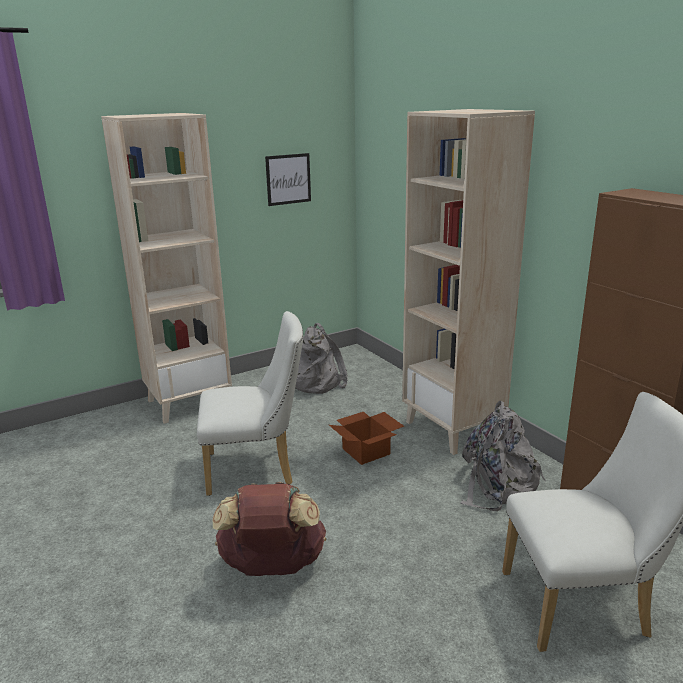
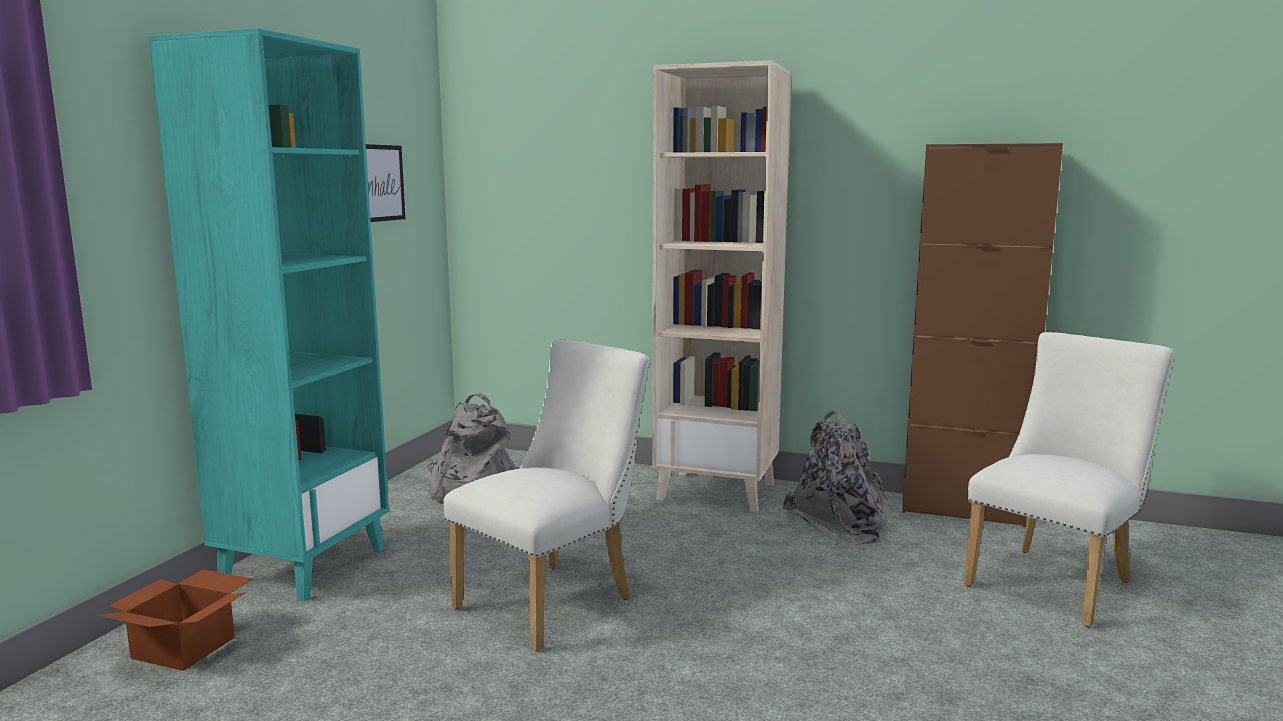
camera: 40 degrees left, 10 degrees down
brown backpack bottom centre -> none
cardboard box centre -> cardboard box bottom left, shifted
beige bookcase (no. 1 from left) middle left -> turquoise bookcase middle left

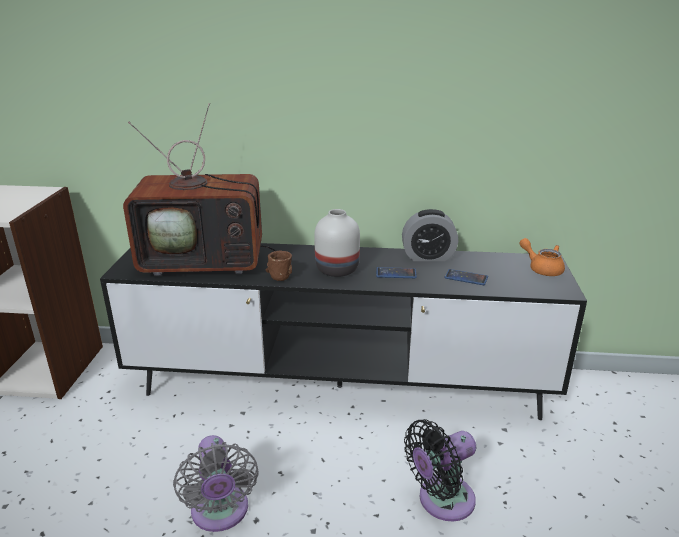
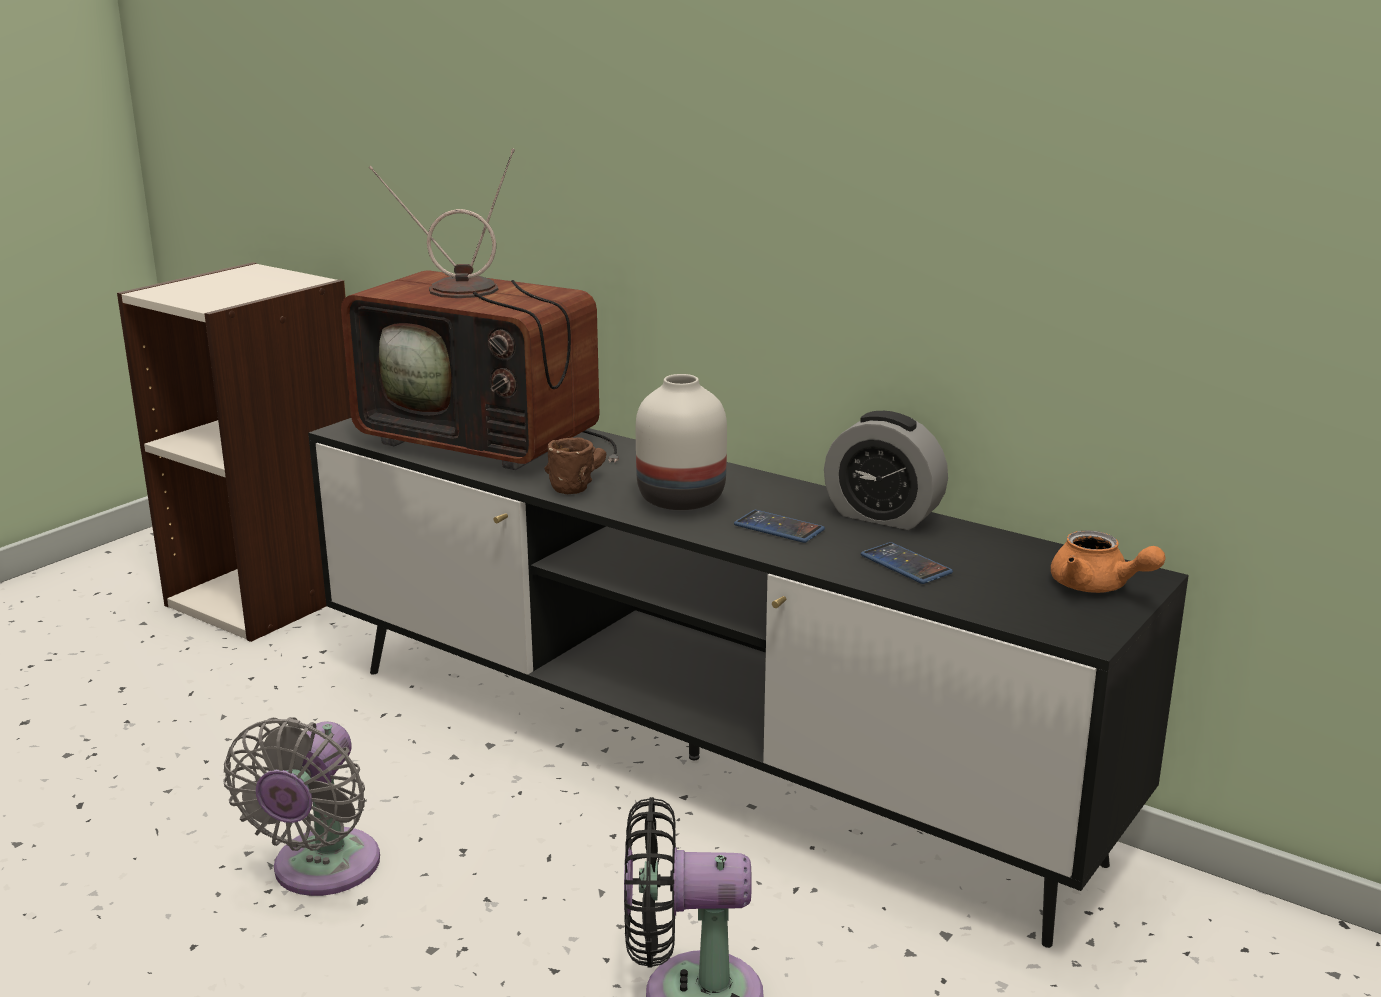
camera: 30 degrees right, 5 degrees down
orange teapot middle right, 150 degrees clockwise

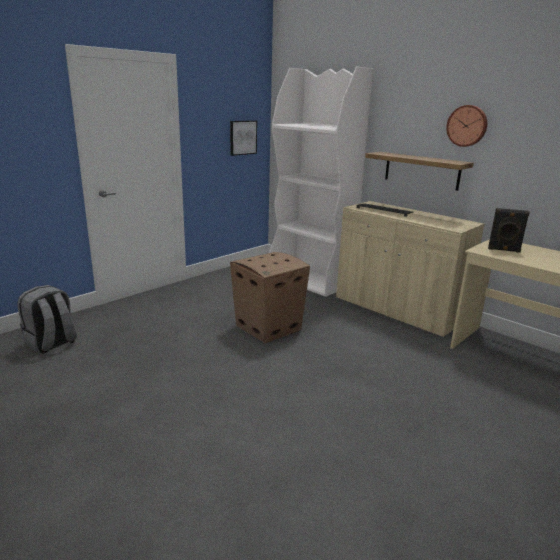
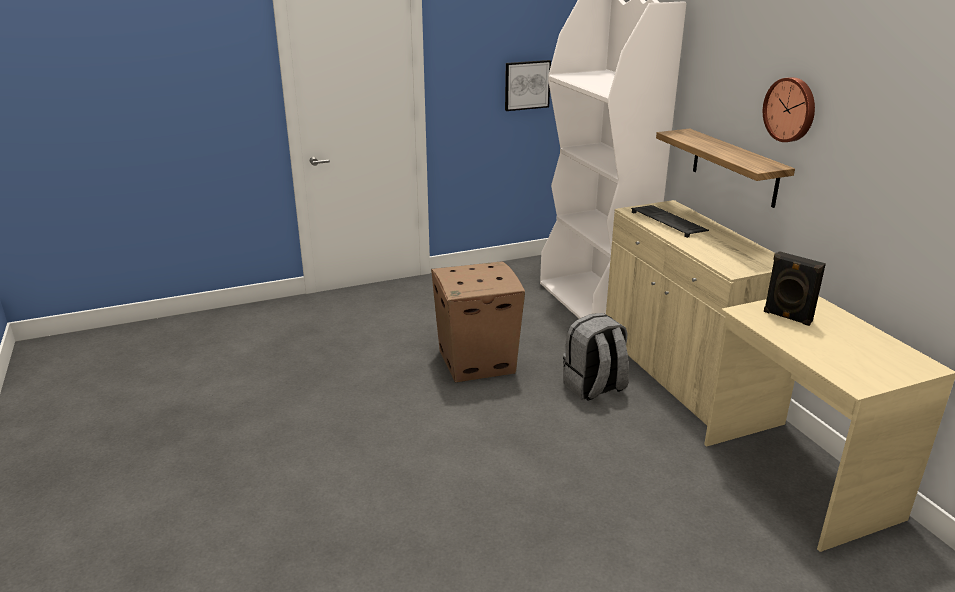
camera: 25 degrees right, 5 degrees up
grey backpack middle left -> grey backpack centre, shifted

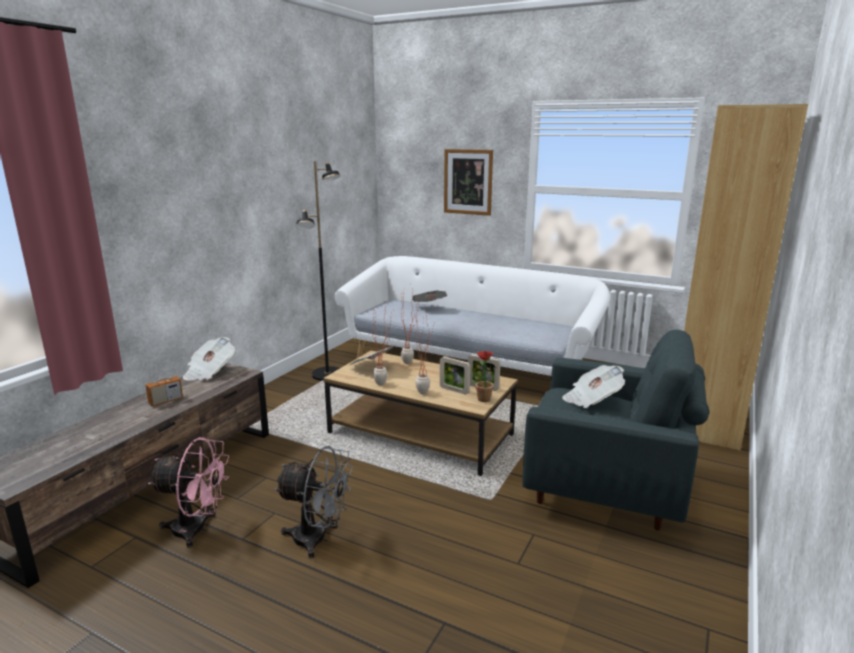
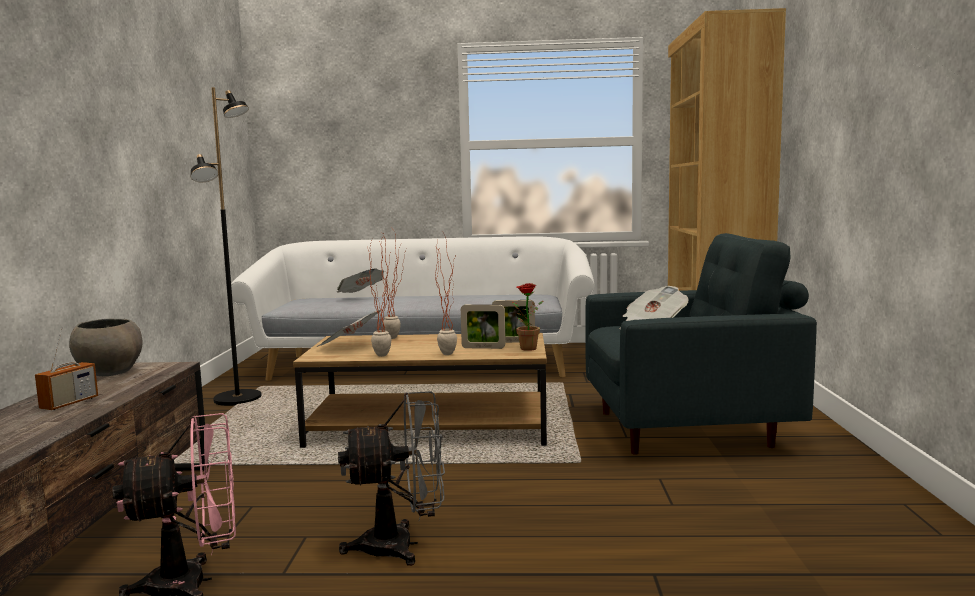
camera: 25 degrees left, 10 degrees down
picture top centre -> none
newspaper (no. 1 from left) middle left -> grey bowl middle left

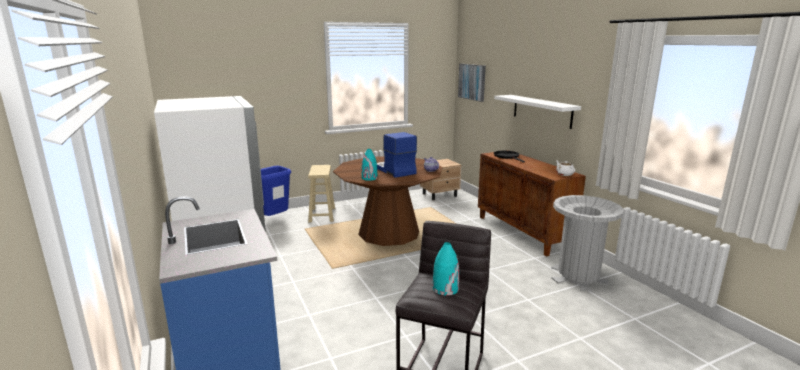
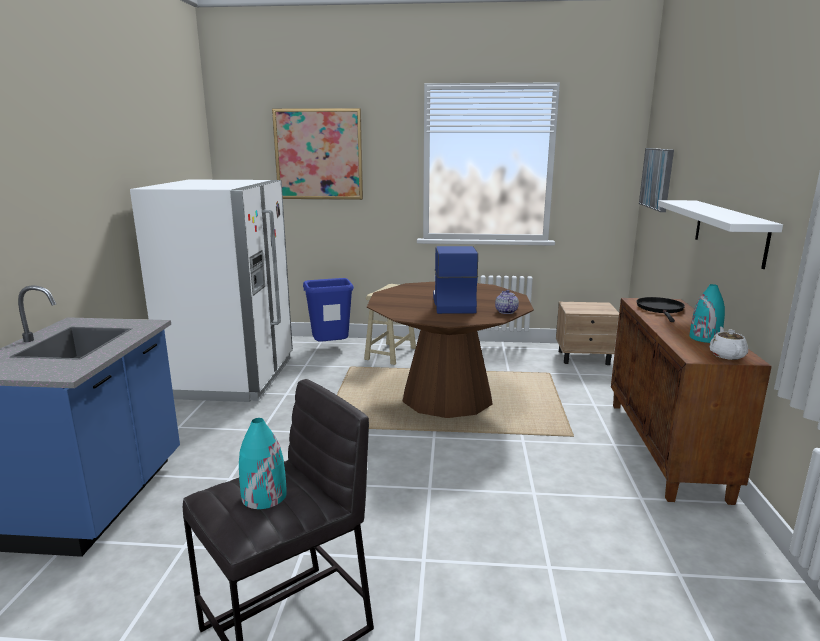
camera: 30 degrees right, 0 degrees up
grey trash can middle right -> none
none -> picture (no. 1 from left) top centre
turquoise vase (no. 1 from left in the first image) centre -> turquoise vase (no. 2 from left) middle right, shifted

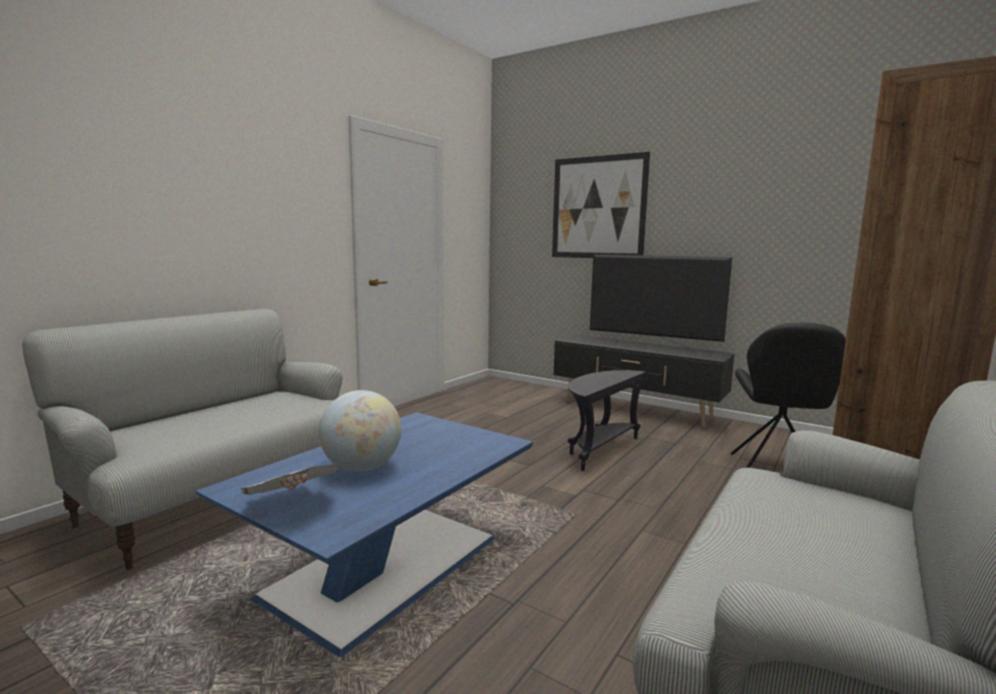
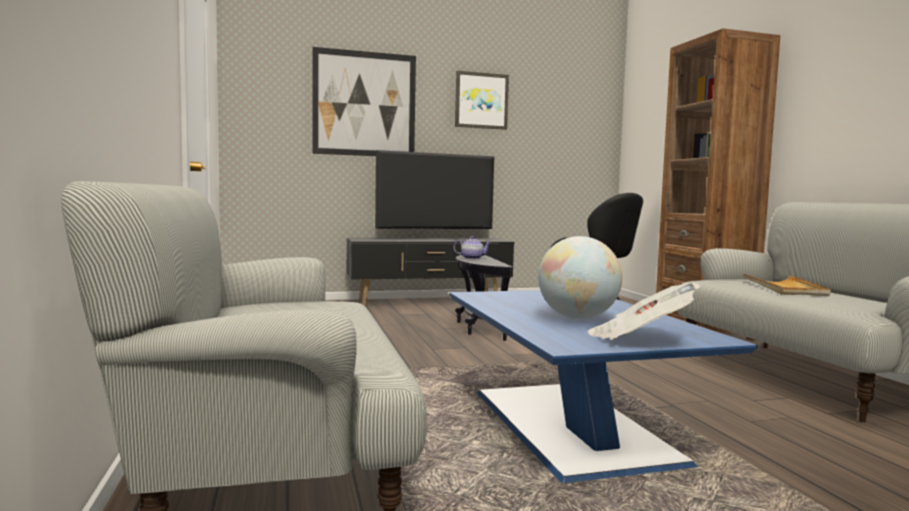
camera: 50 degrees left, 5 degrees down
none -> teapot centre
none -> picture (no. 2 from left) top centre
none -> beige tray middle right

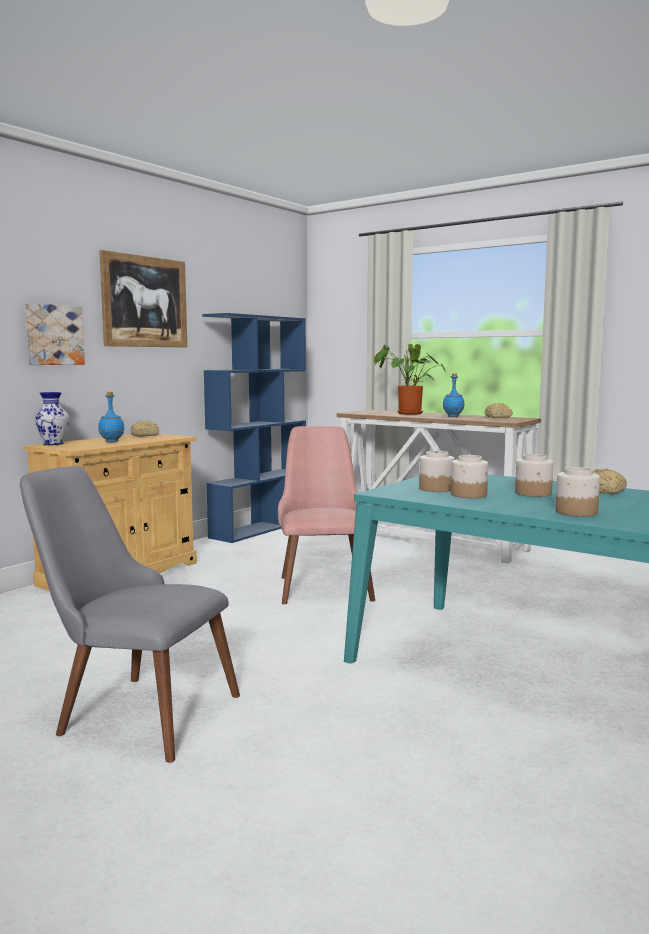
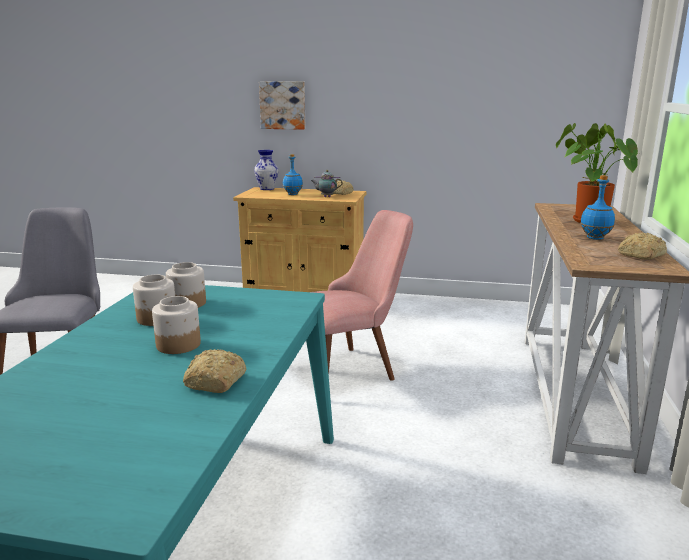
camera: 65 degrees right, 10 degrees up
picture (no. 2 from left) top left -> none
blue bookcase centre -> none
jar (no. 4 from left) middle right -> none
none -> teapot top centre

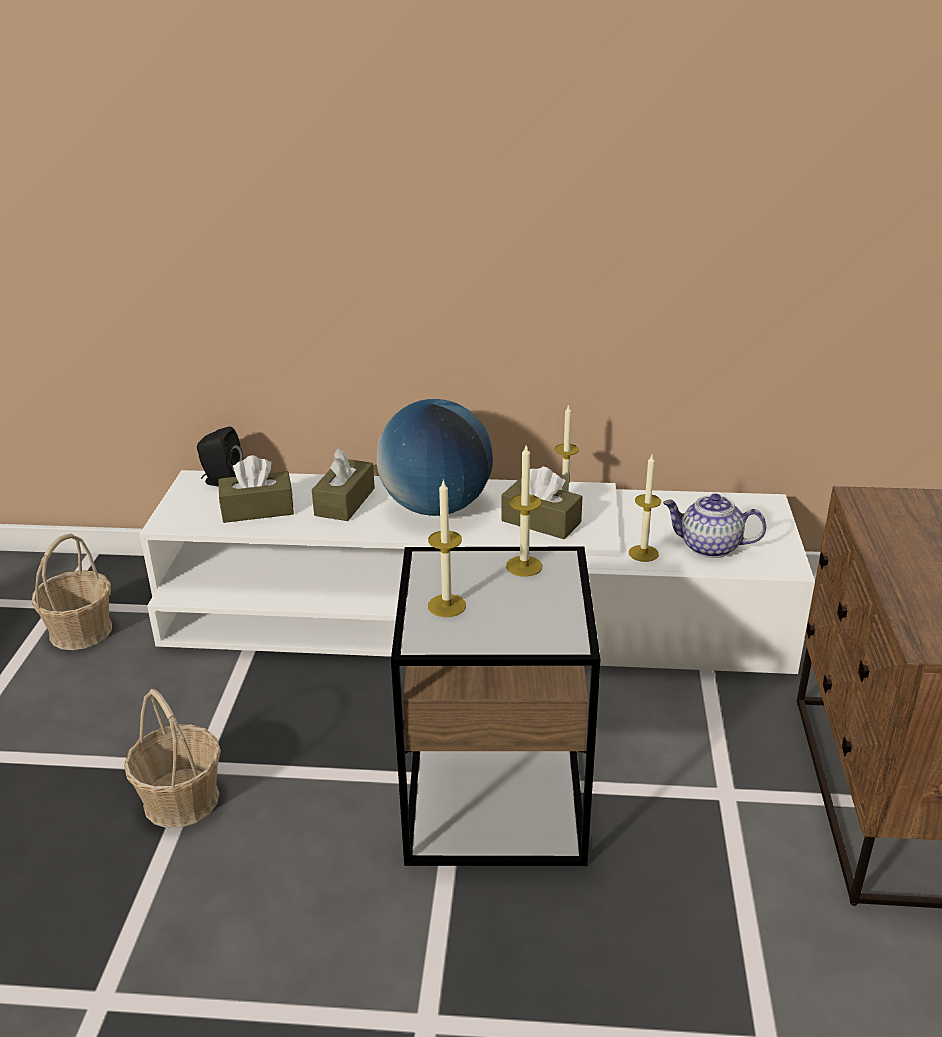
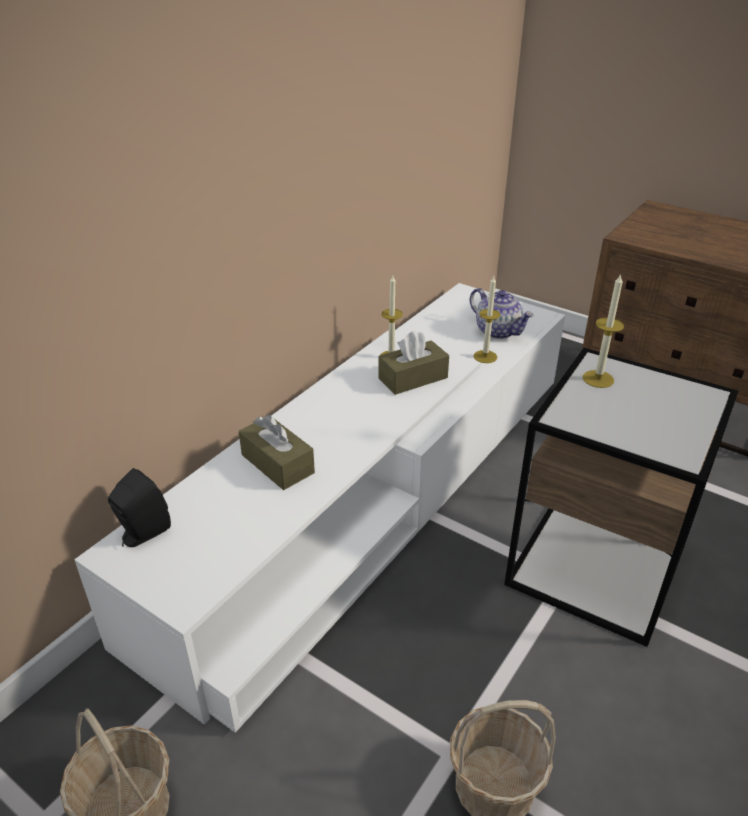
camera: 60 degrees left, 5 degrees up
brown tissue box (no. 1 from left) middle left -> none
globe centre -> none
candle (no. 1 from left) centre -> none
teapot middle right, 90 degrees counterclockwise

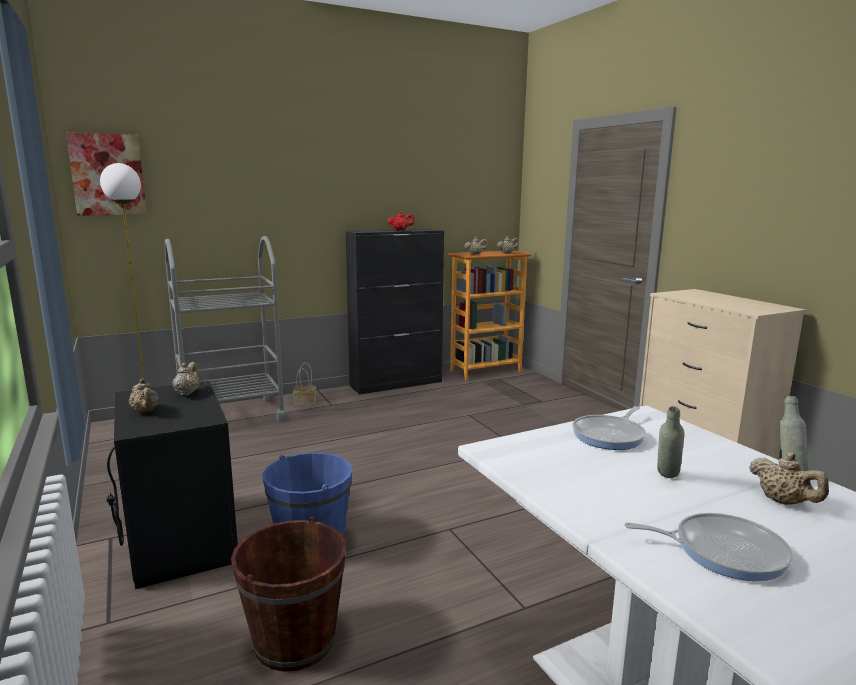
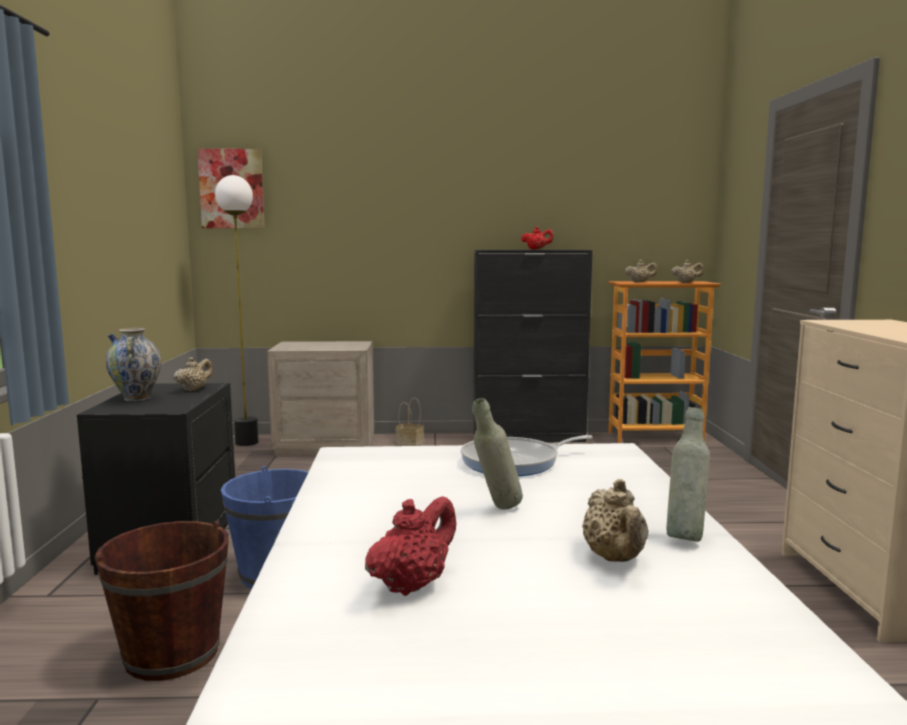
camera: 25 degrees right, 5 degrees down
beige teapot (no. 1 from left) middle left -> vase middle left
grey cart middle left -> beige nightstand centre
frying pan (no. 2 from left) bottom right -> red teapot (no. 1 from left) bottom centre

